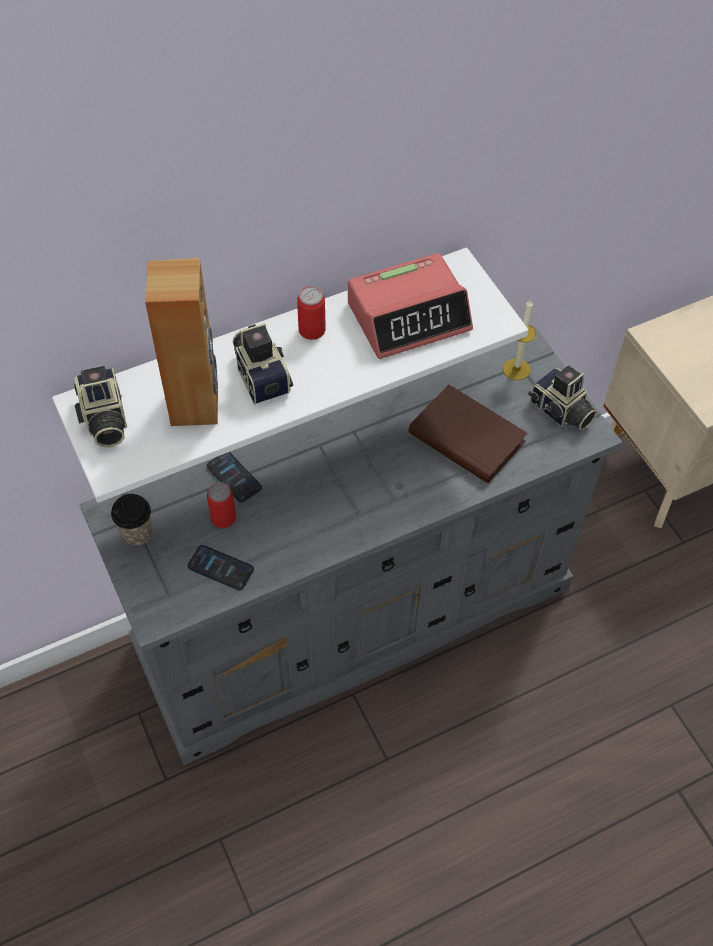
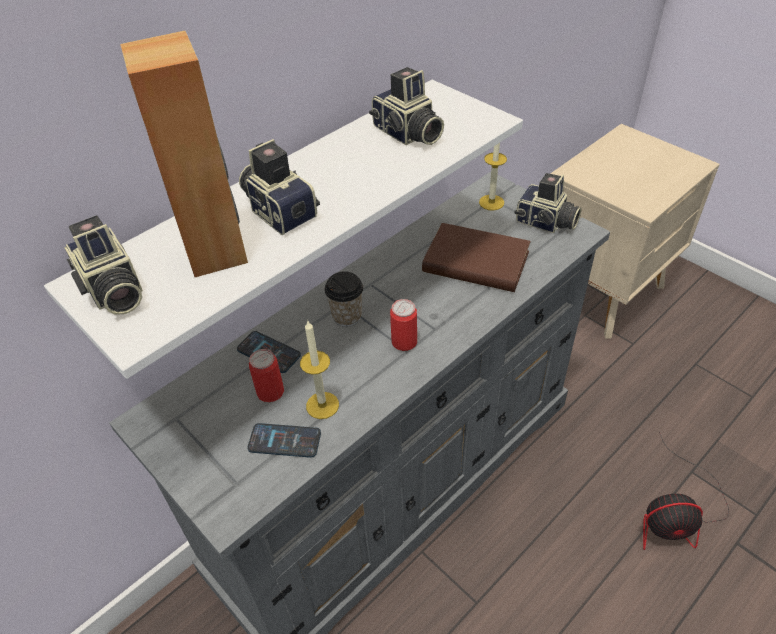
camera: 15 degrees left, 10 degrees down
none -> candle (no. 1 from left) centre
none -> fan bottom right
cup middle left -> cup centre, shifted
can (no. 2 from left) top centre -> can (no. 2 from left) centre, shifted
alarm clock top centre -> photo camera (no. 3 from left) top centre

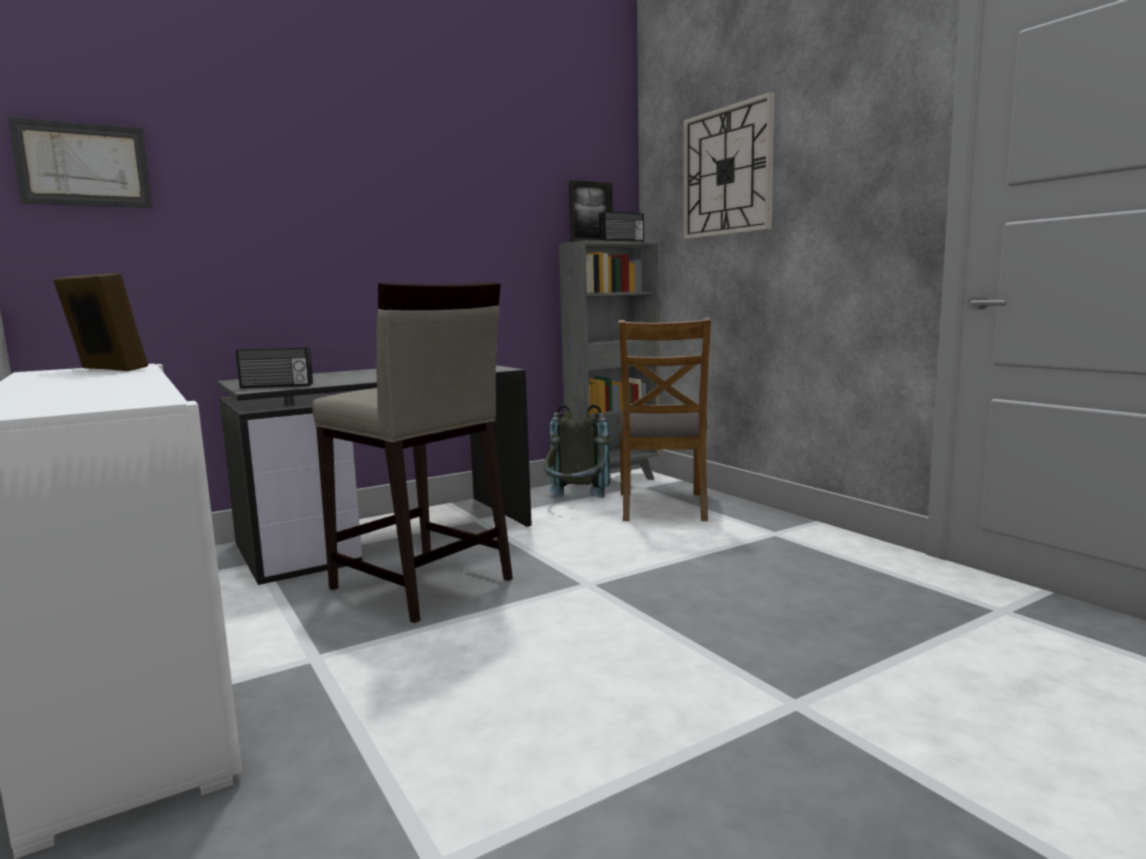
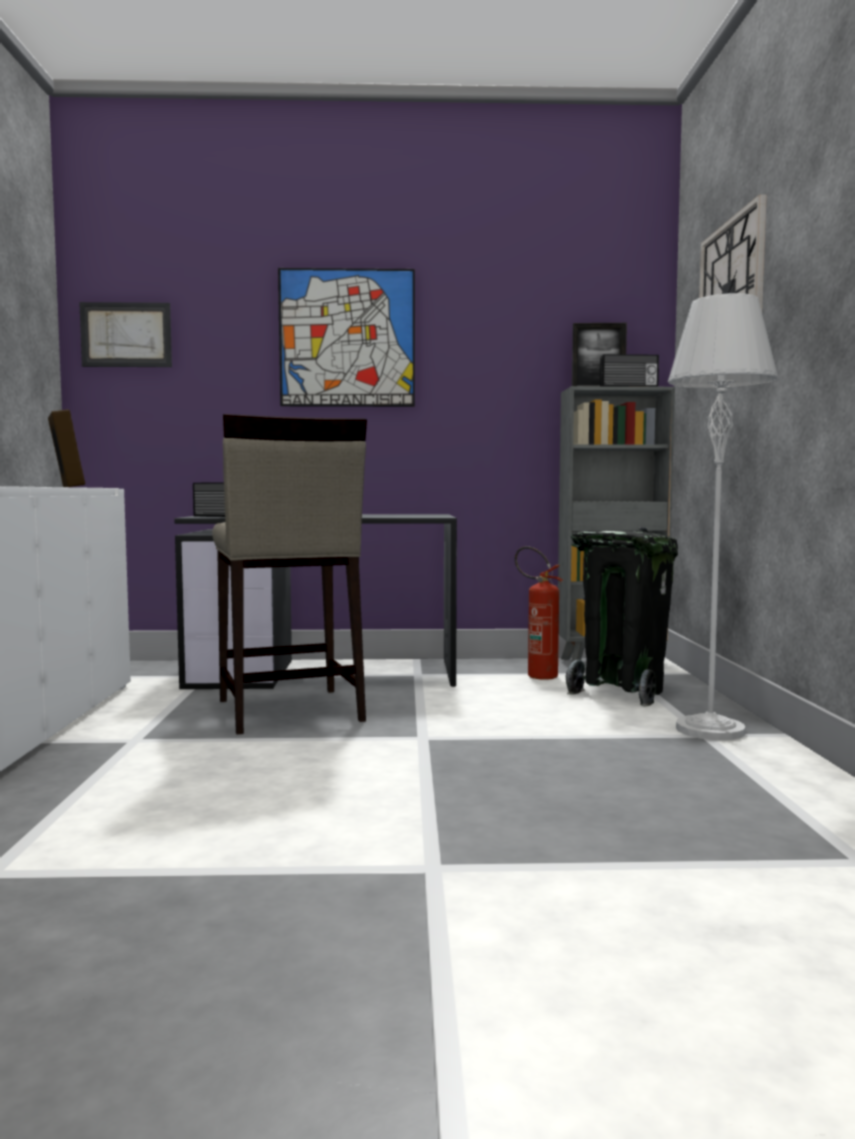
camera: 30 degrees right, 5 degrees down
none -> picture (no. 2 from left) top centre
none -> grey floor lamp middle right
grey backpack centre -> fire extinguisher centre
brown chair centre -> black trash can middle right

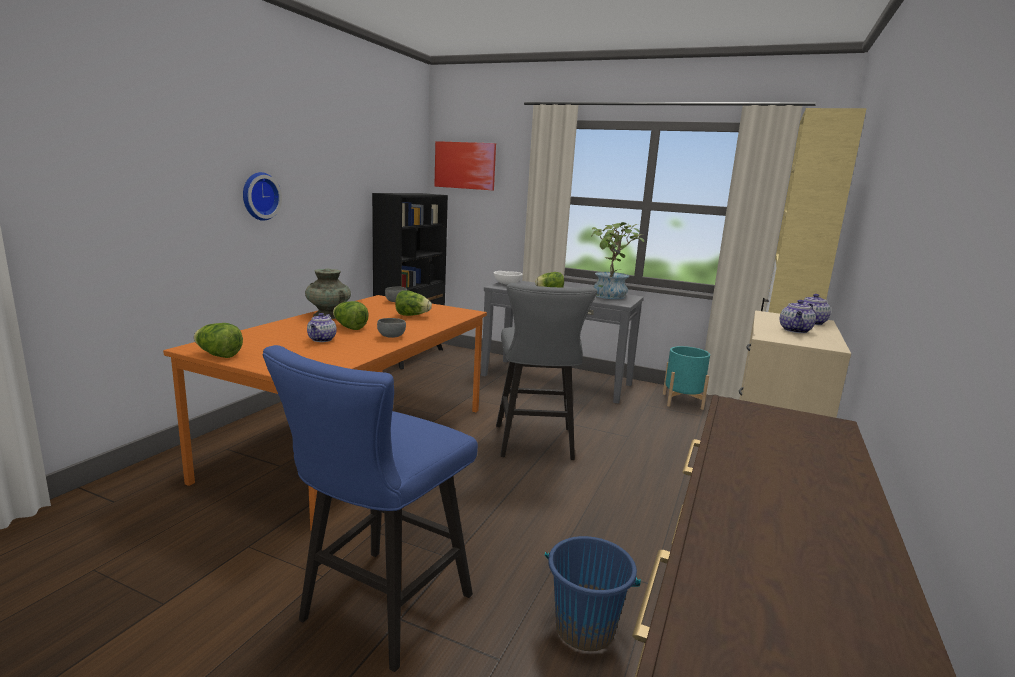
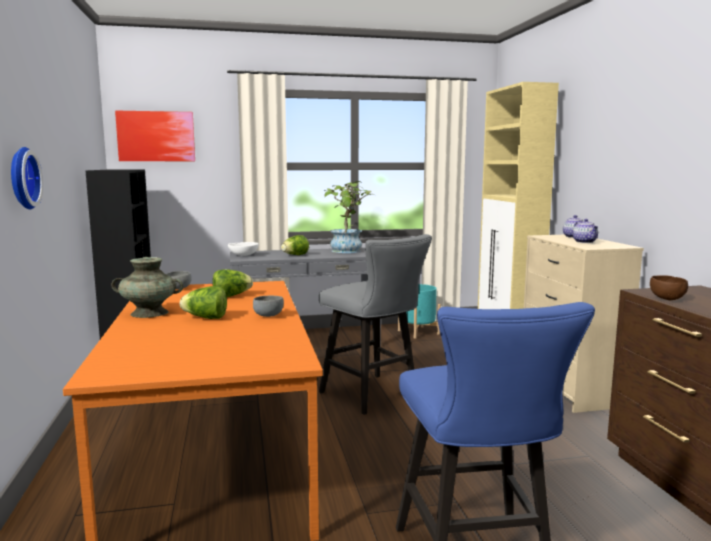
camera: 35 degrees left, 5 degrees down
lettuce (no. 1 from left) middle left -> none
teapot (no. 1 from left) middle left -> none
blue bucket bottom centre -> none
none -> brown bowl middle right

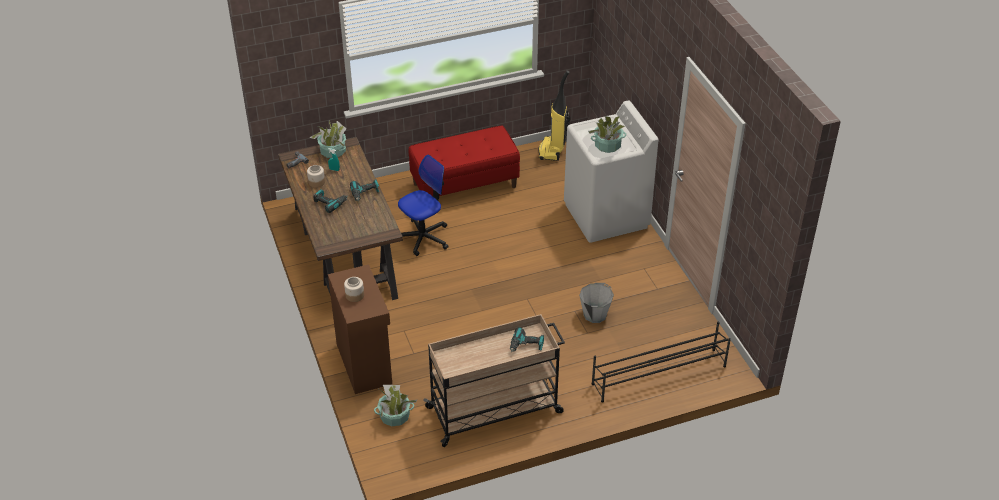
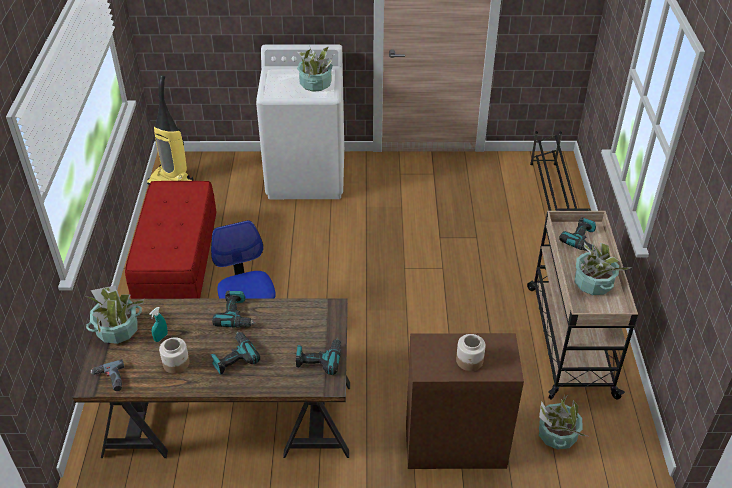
camera: 70 degrees left, 0 degrees up
grey bucket centre -> none
none -> power drill (no. 4 from left) bottom centre
none -> potted plant (no. 4 from left) middle right

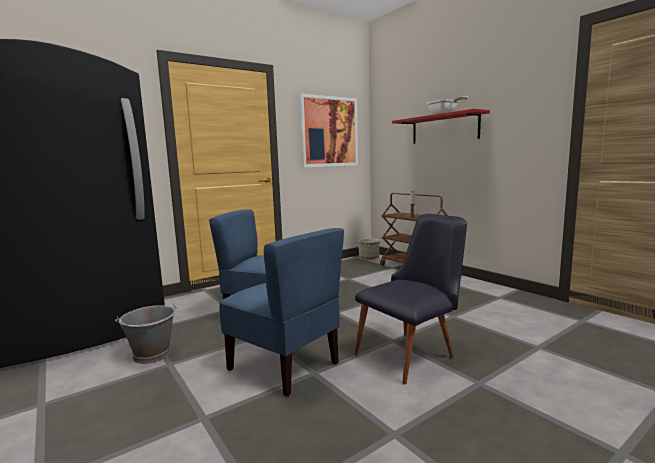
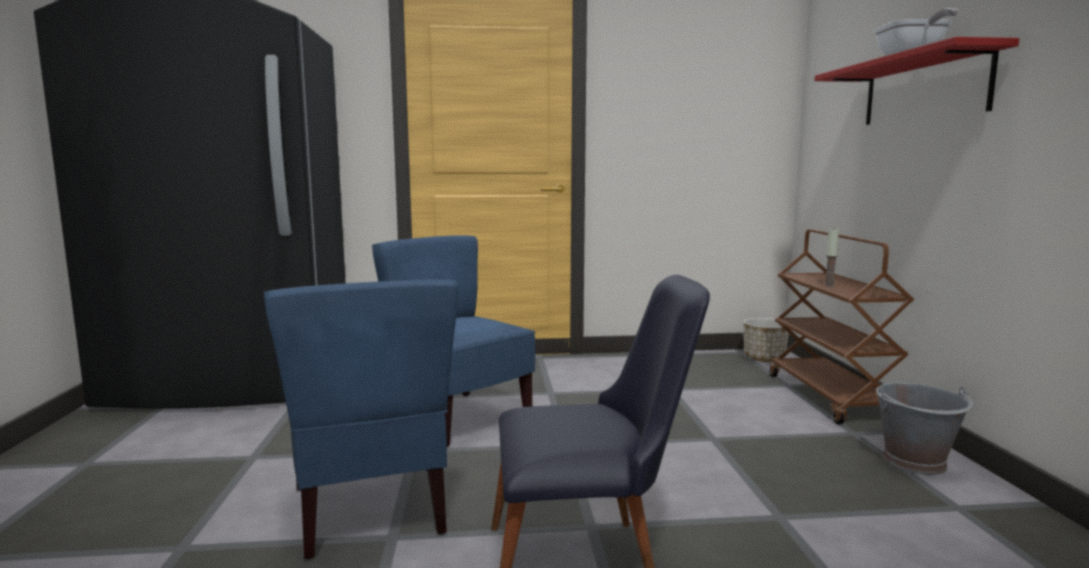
camera: 30 degrees right, 0 degrees up
picture top centre -> none
grey bucket bottom left -> grey bucket bottom right, shifted

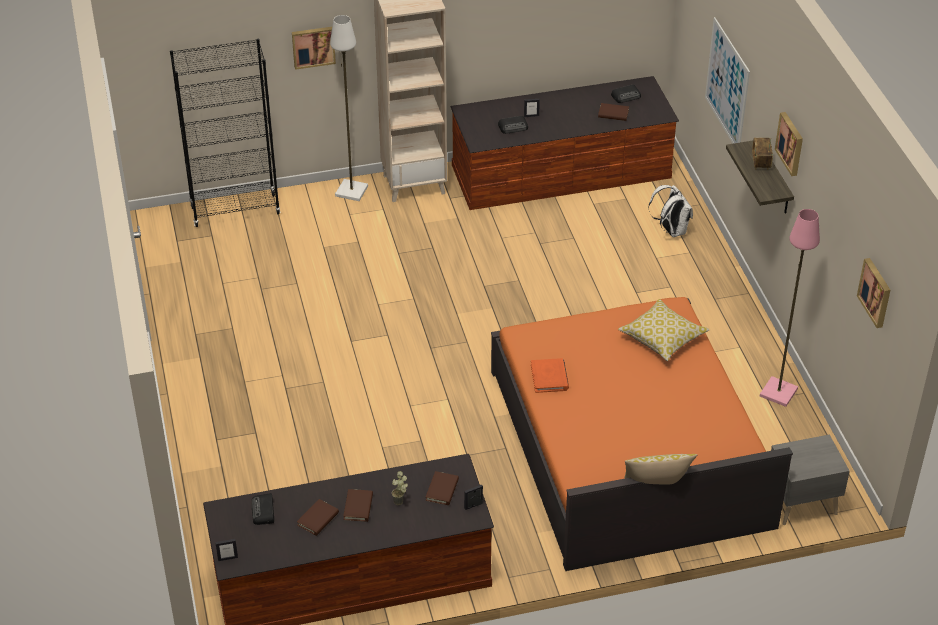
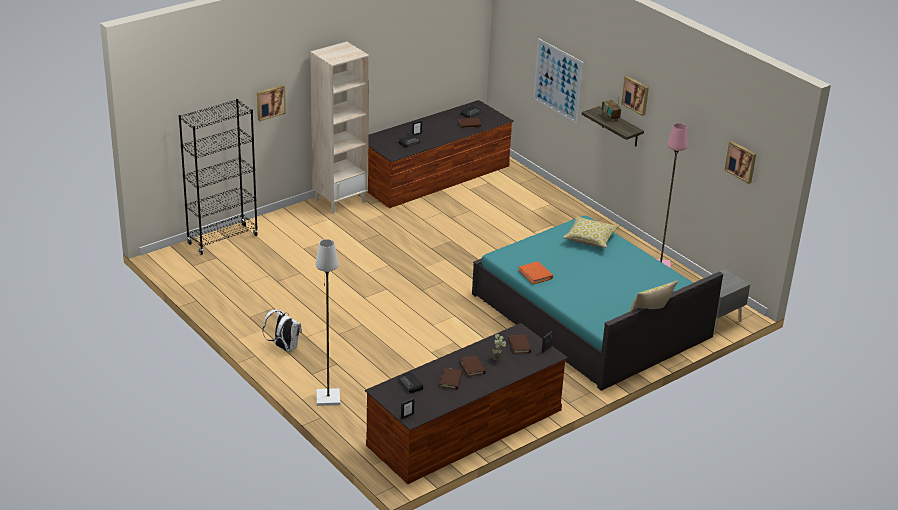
camera: 25 degrees left, 10 degrees down
white floor lamp top centre -> white floor lamp centre, shifted
white backpack middle right -> white backpack middle left, shifted
orange bed bottom right -> turquoise bed centre

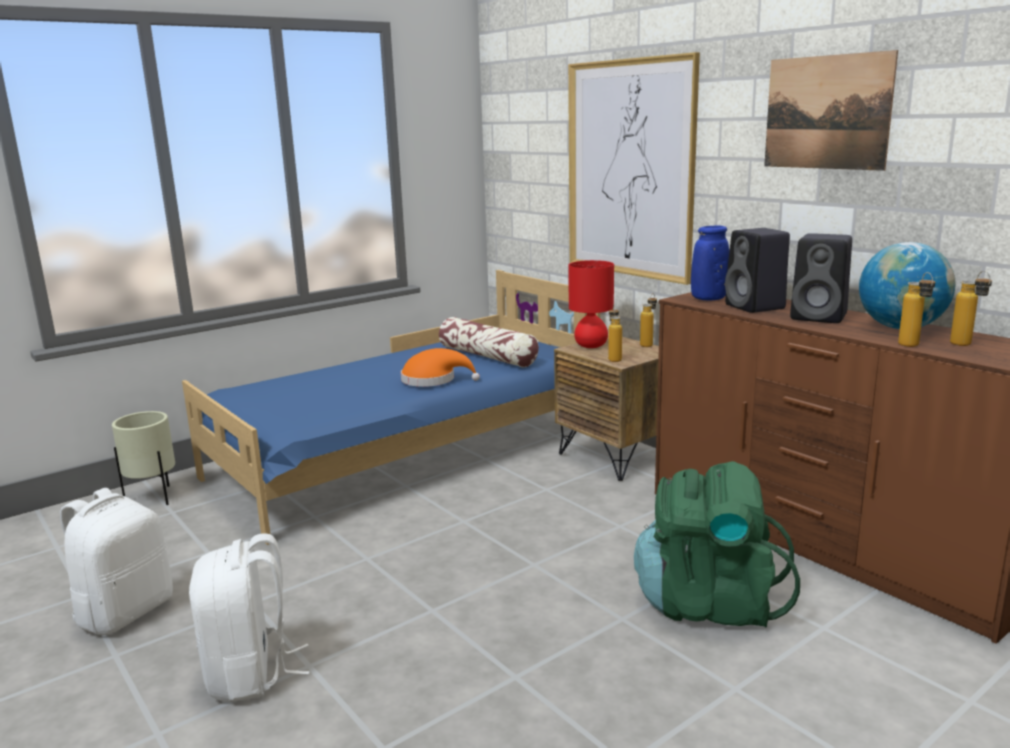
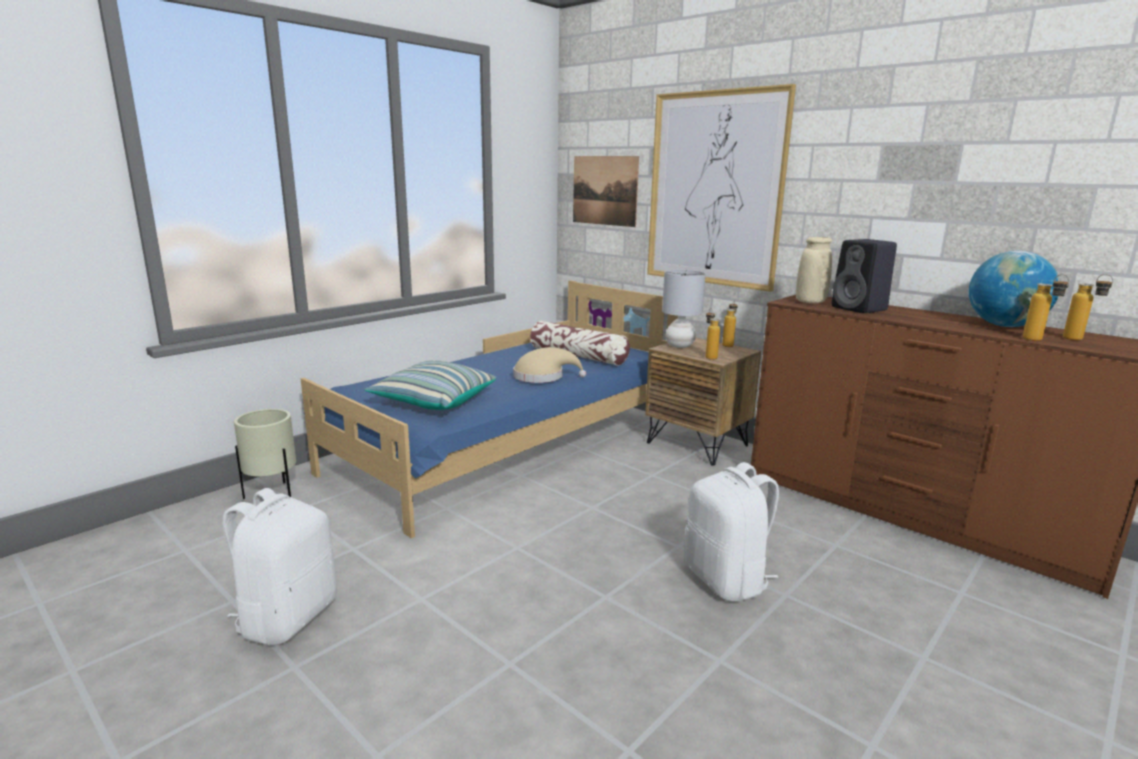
camera: 10 degrees left, 0 degrees up
green backpack bottom right -> none
black speaker (no. 2 from left) middle right -> none
none -> pillow (no. 1 from left) centre
white backpack (no. 2 from left) bottom left -> white backpack (no. 2 from left) bottom centre, shifted
picture (no. 2 from left in the first image) top right -> picture (no. 1 from left) top centre, shifted
orange hat centre -> beige hat centre
red table lamp centre -> grey table lamp centre
blue vase middle right -> beige vase middle right

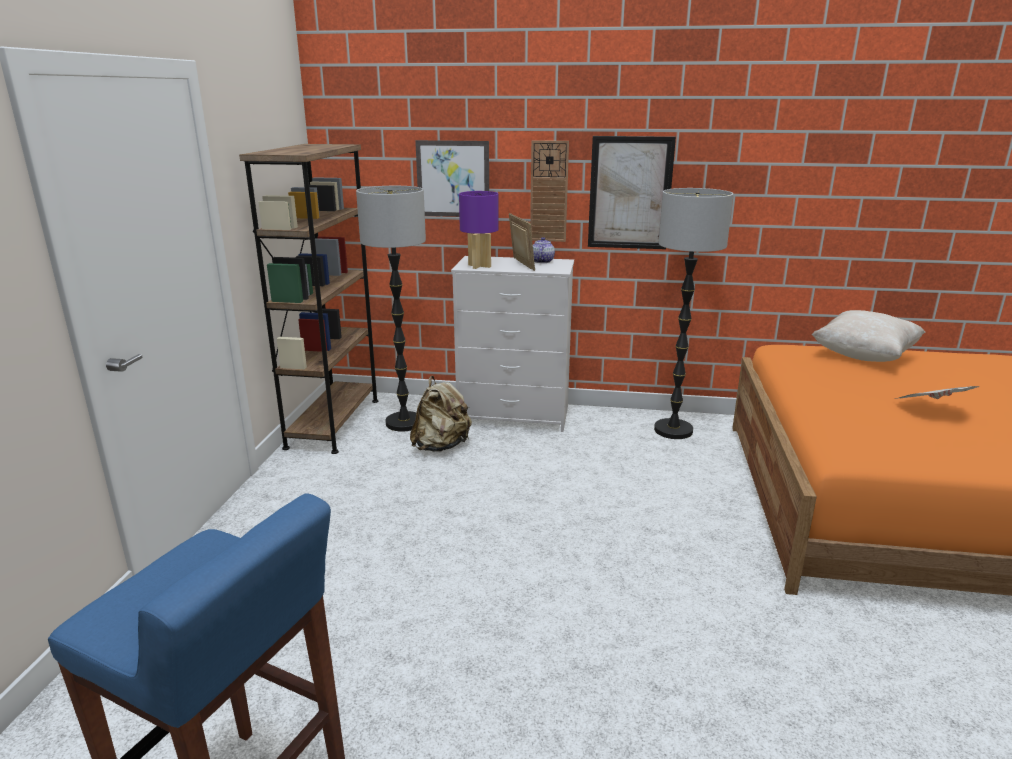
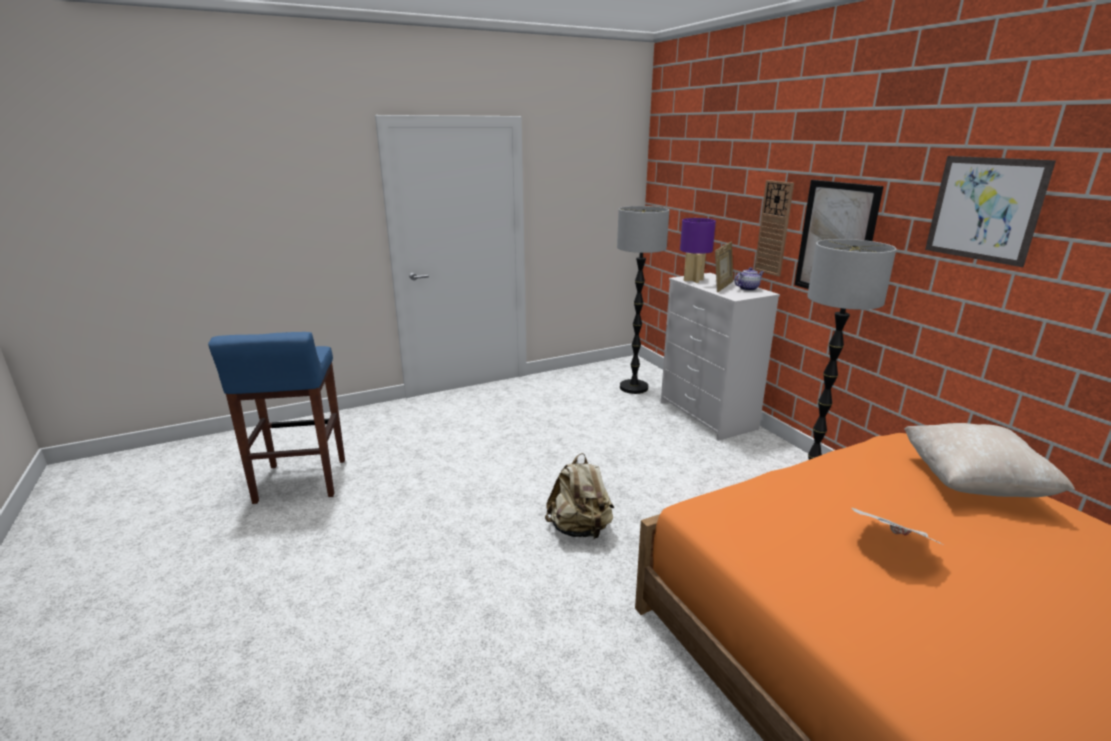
camera: 55 degrees right, 0 degrees up
brown bookcase middle left -> none
beige backpack centre -> beige backpack bottom centre, shifted
picture (no. 1 from left in the first image) top centre -> picture (no. 2 from left) top right, shifted

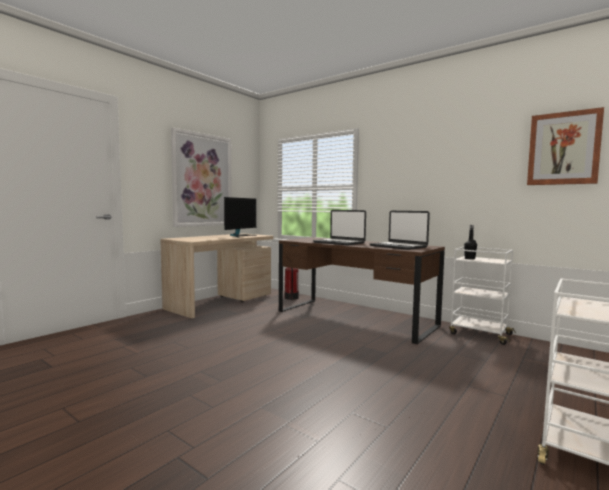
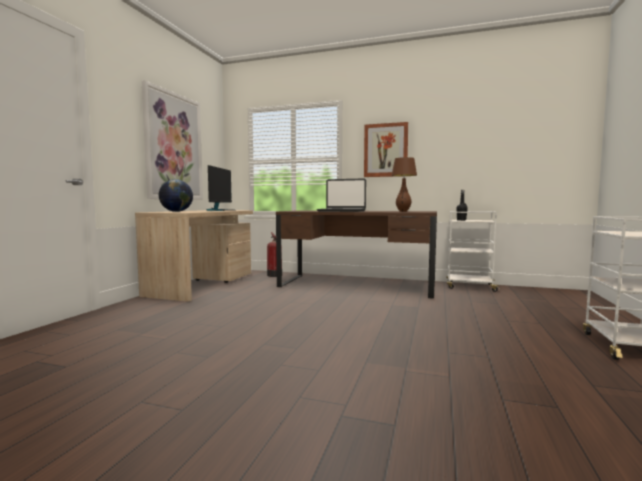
camera: 20 degrees left, 0 degrees up
none -> globe middle left
picture (no. 2 from left) top right -> picture (no. 2 from left) top centre, shifted
laptop (no. 2 from left) centre -> brown table lamp centre

